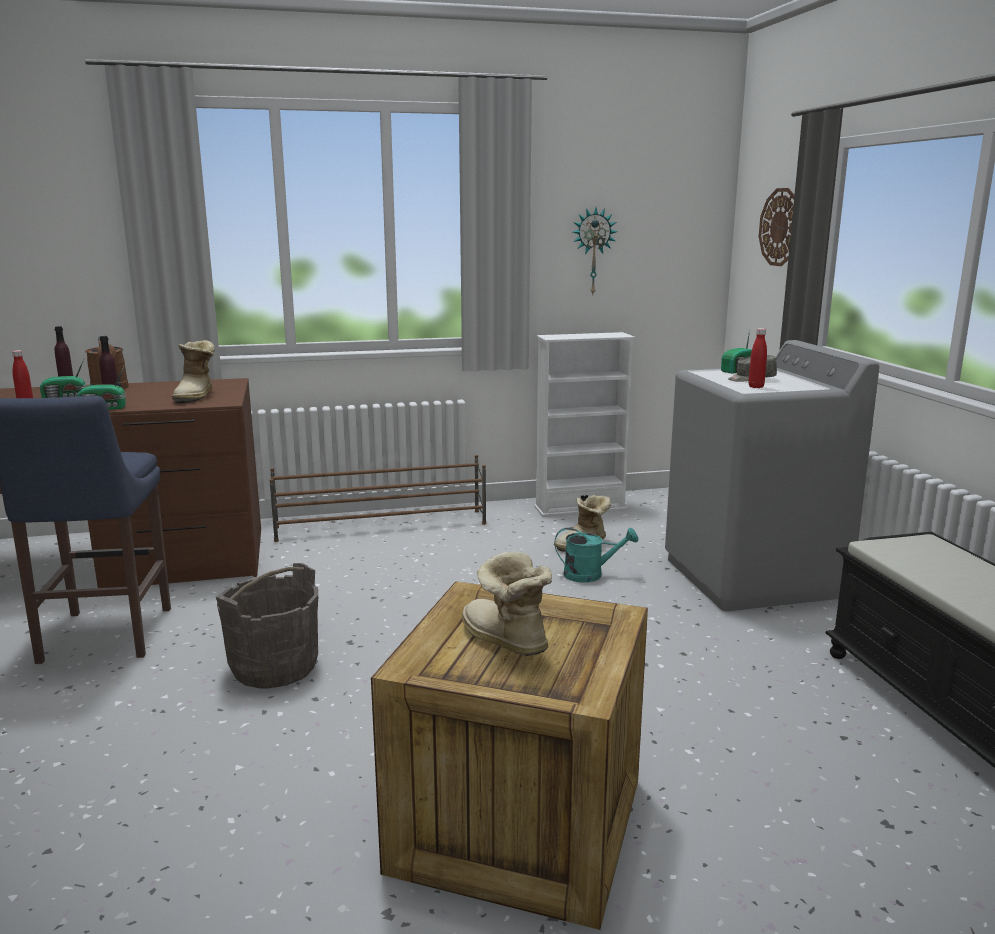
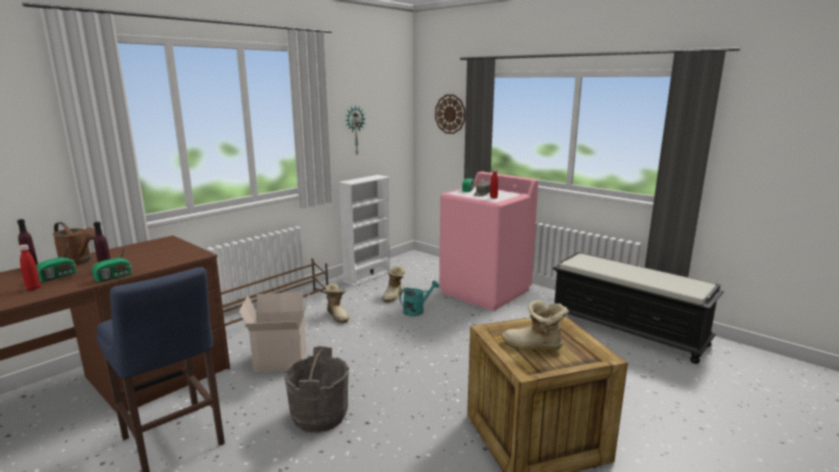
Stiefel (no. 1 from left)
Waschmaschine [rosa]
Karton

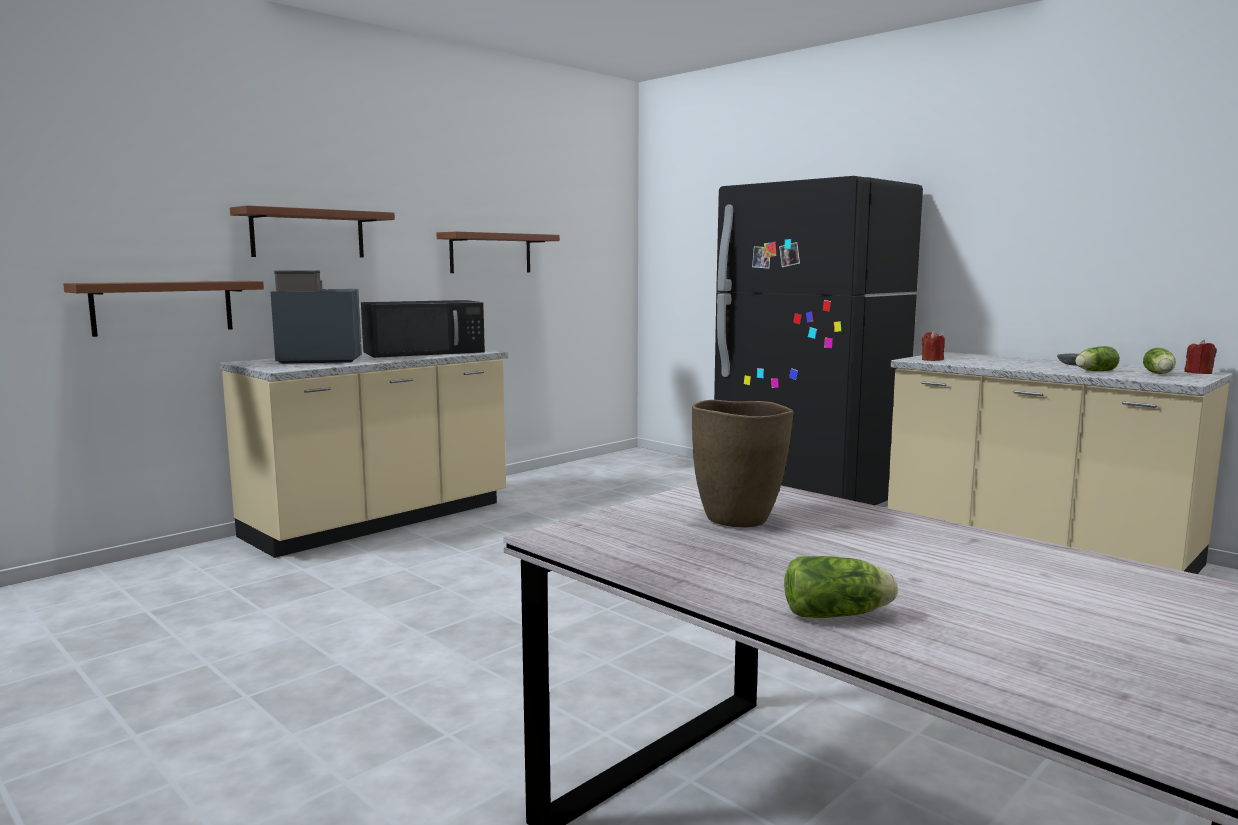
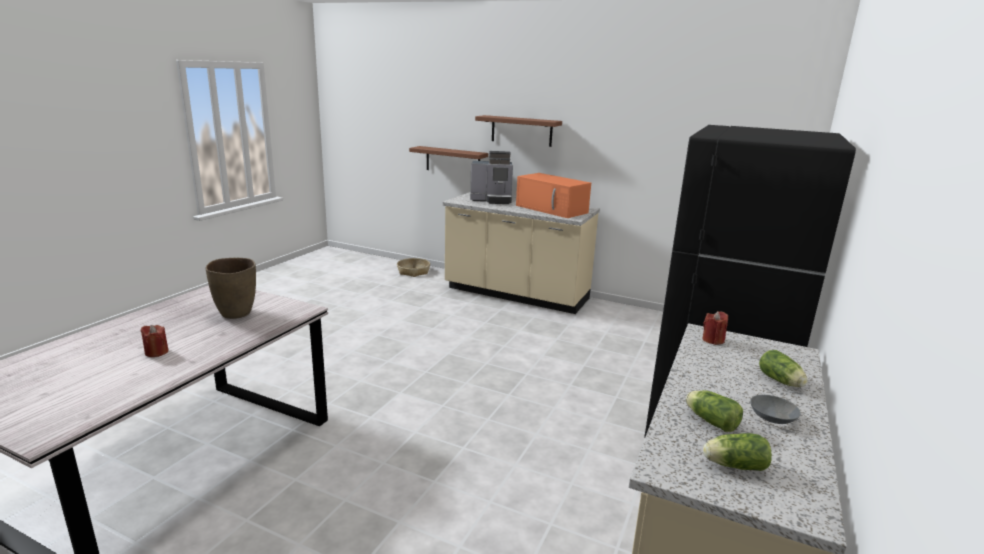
Wandregal [braun] (no. 3 from left in the first image)
Kaffeemaschine
Mikrowelle [orange]
Kerze [rot] (no. 1 from left)
Salatkopf (no. 3 from left)
Korb

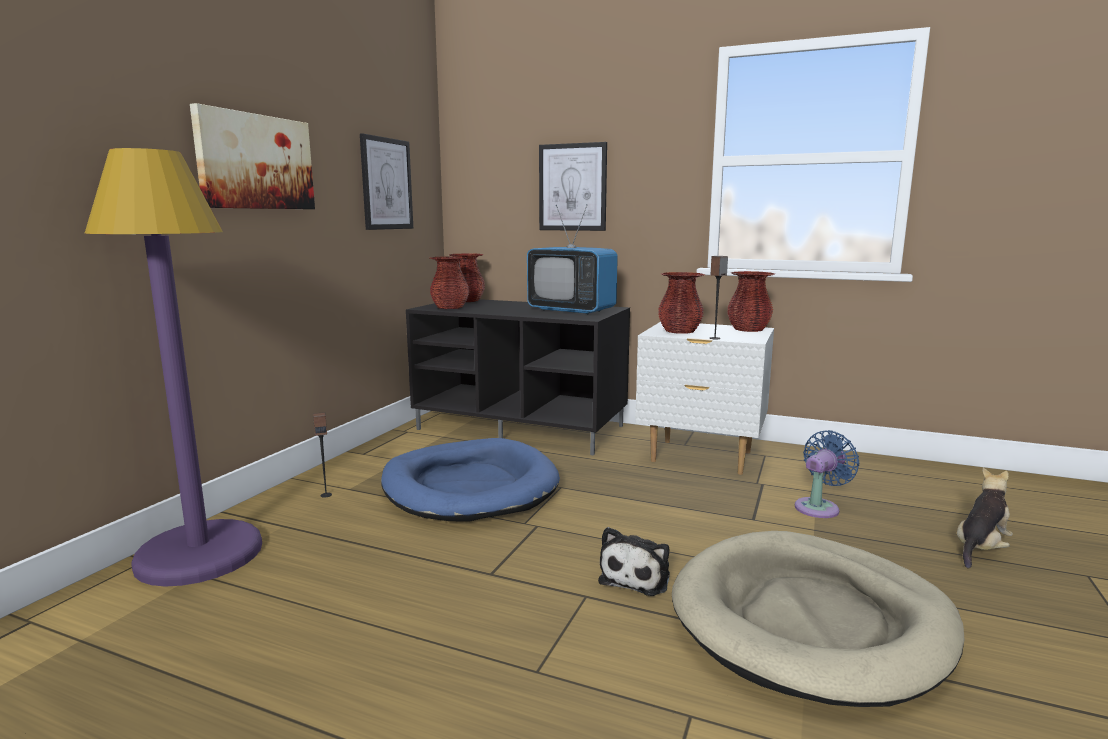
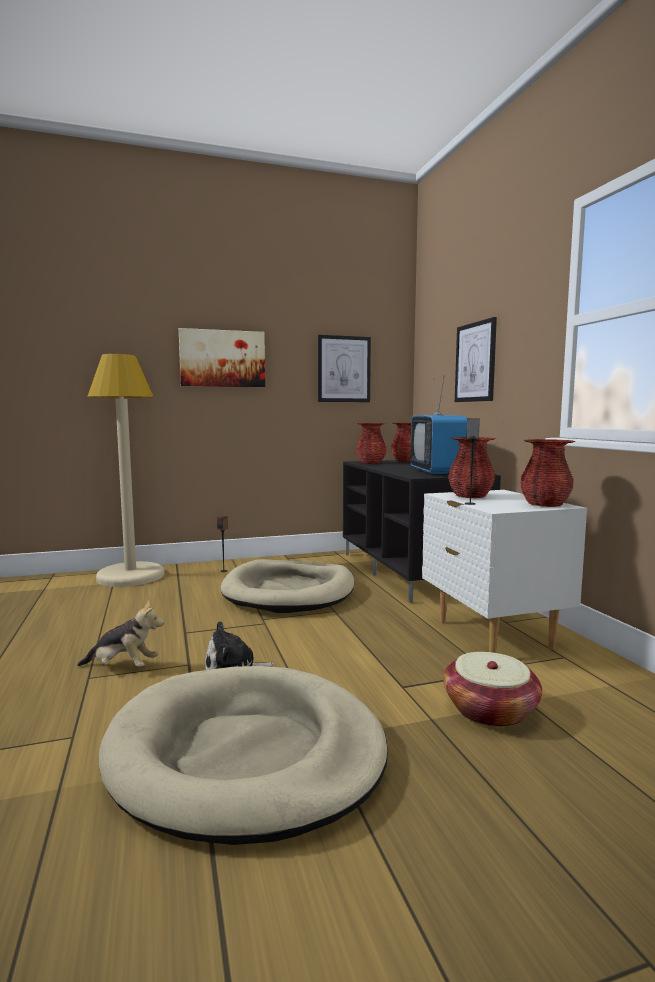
Stehlampe [beige]
Korb
Hundebett [beige] (no. 2 from left)
Plüschtier (no. 1 from left)

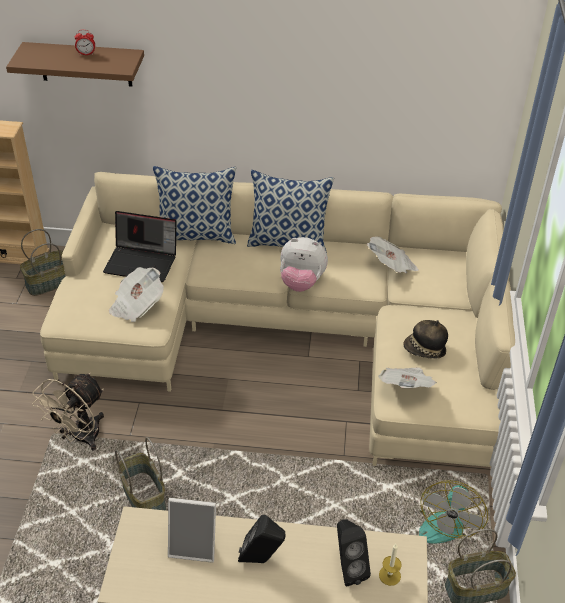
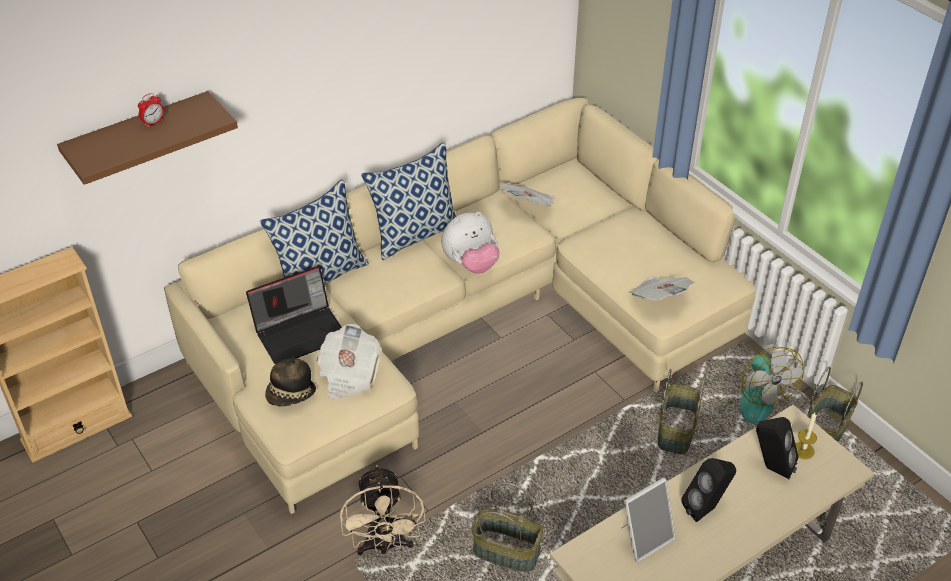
Korb (no. 2 from left)
Hut

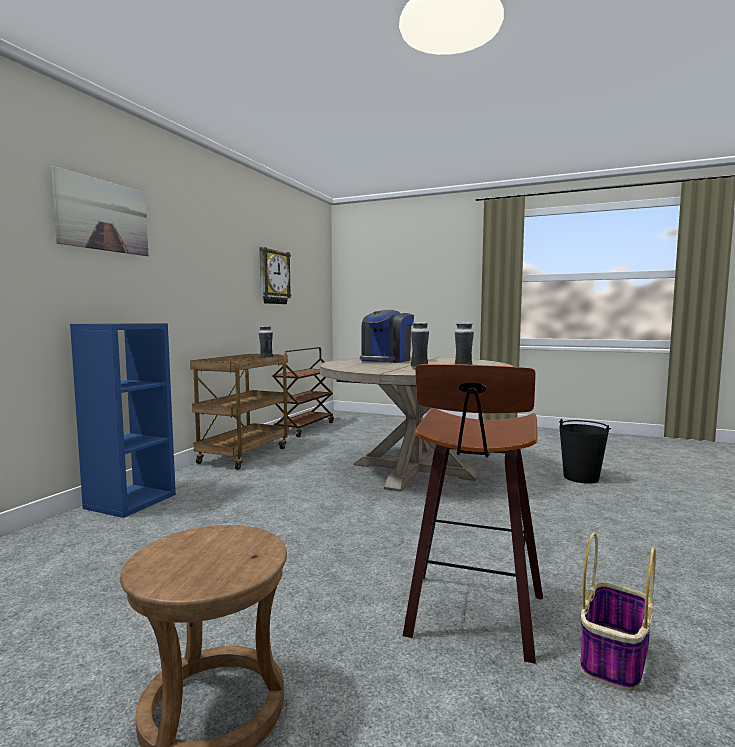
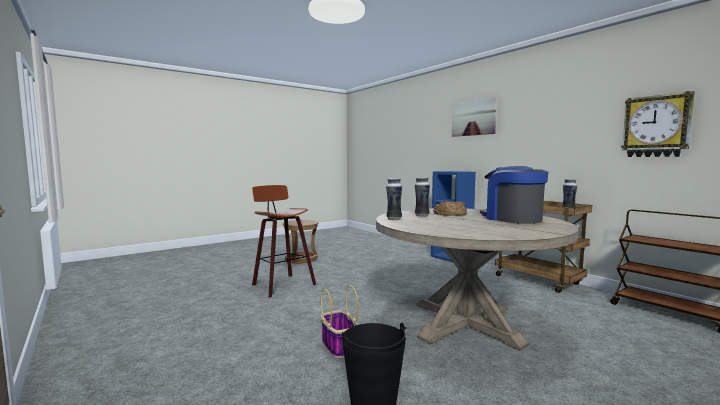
Korb
Brot

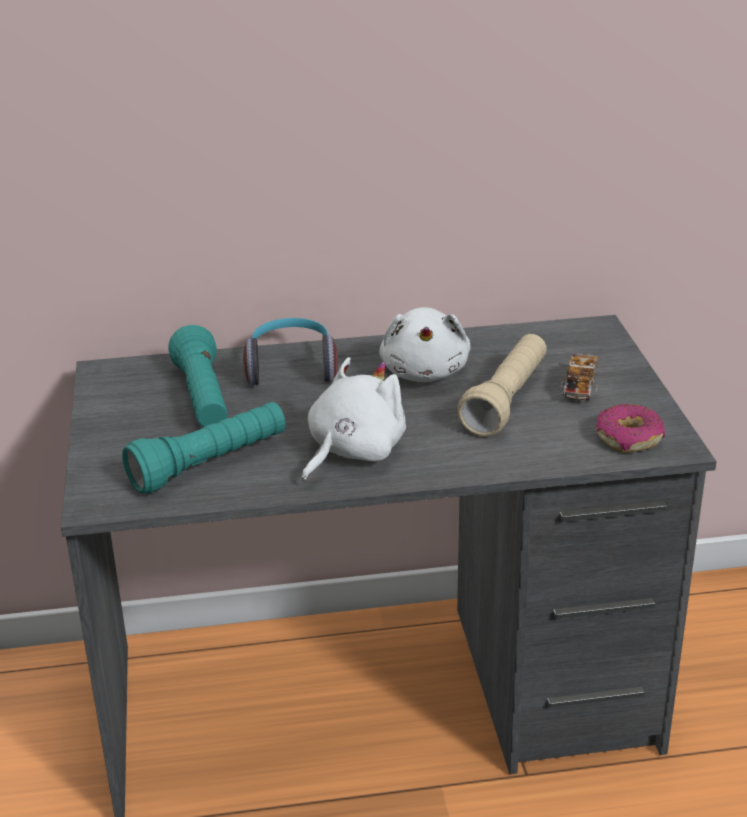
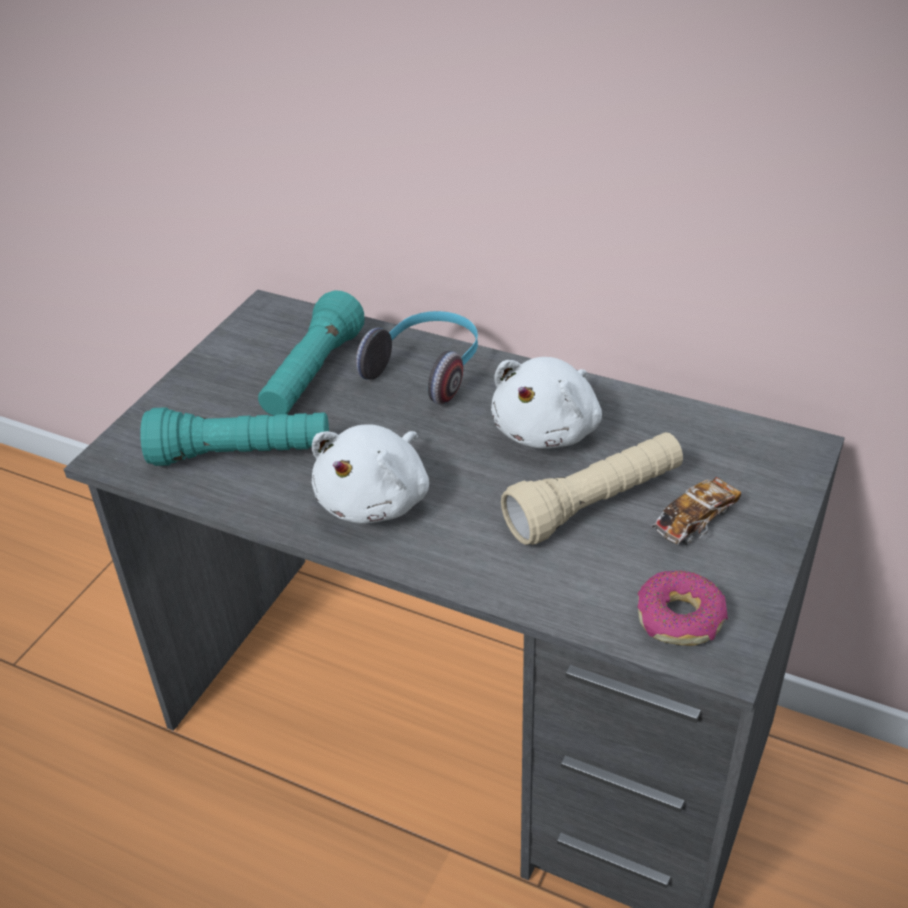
Plüschtier [weiß] (no. 1 from left)

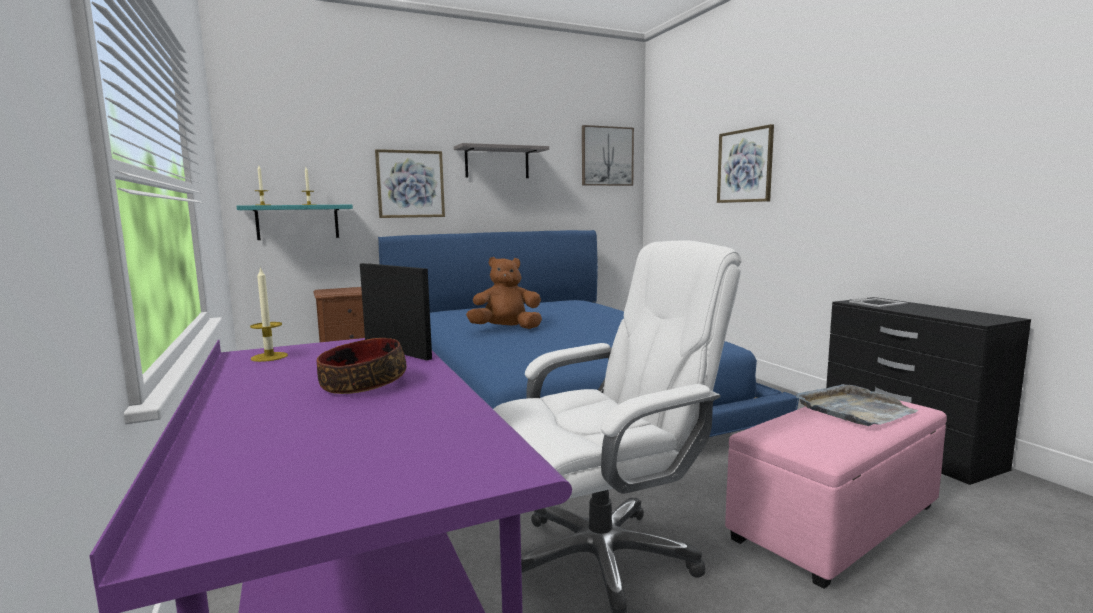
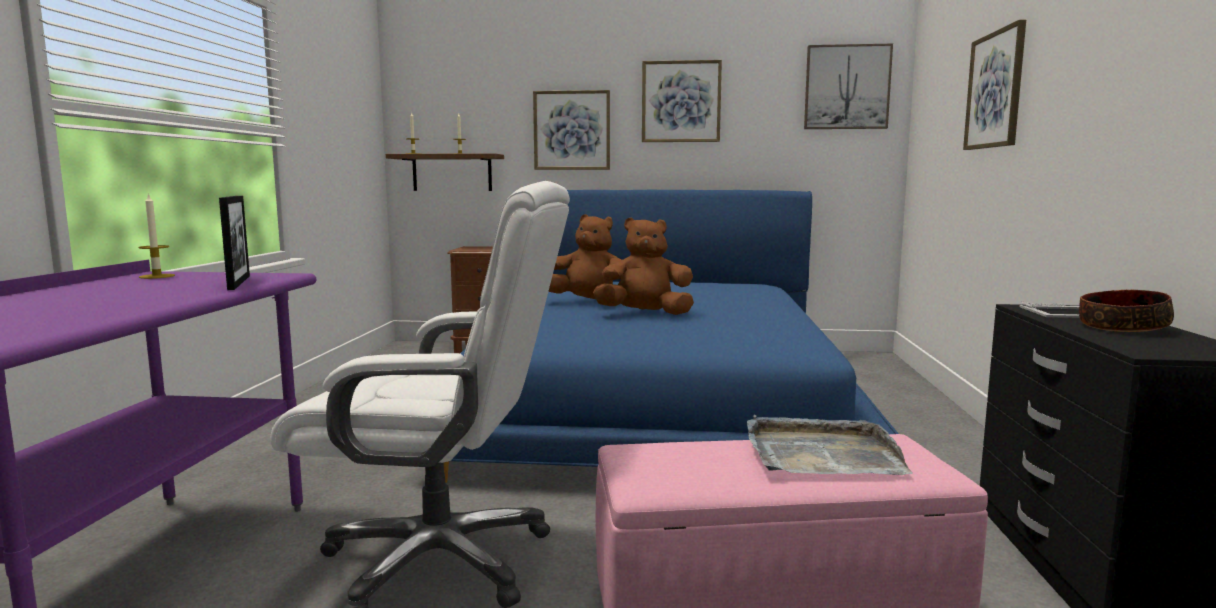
Bild (no. 2 from left)
Wandregal [braun]
Schüssel
Plüschtier [braun] (no. 2 from left)

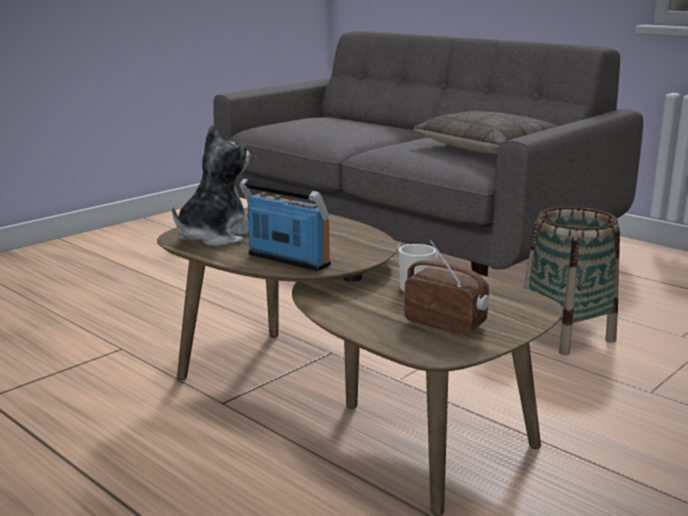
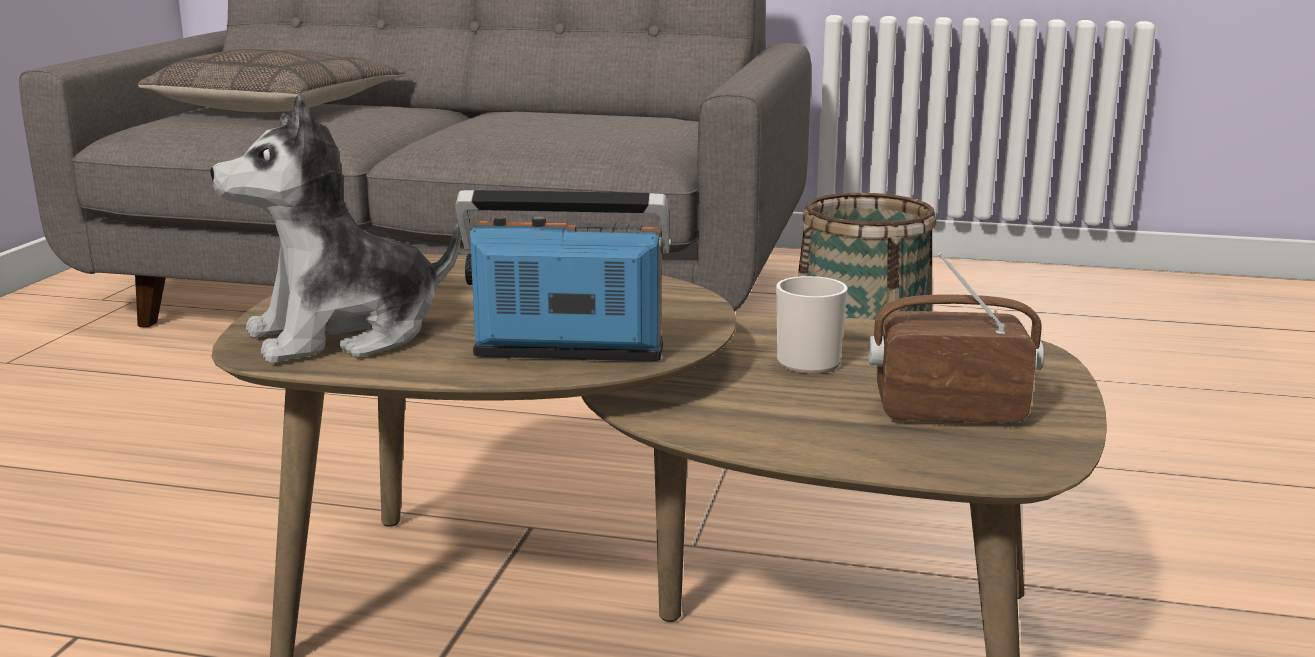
Kissen
Plüschtier

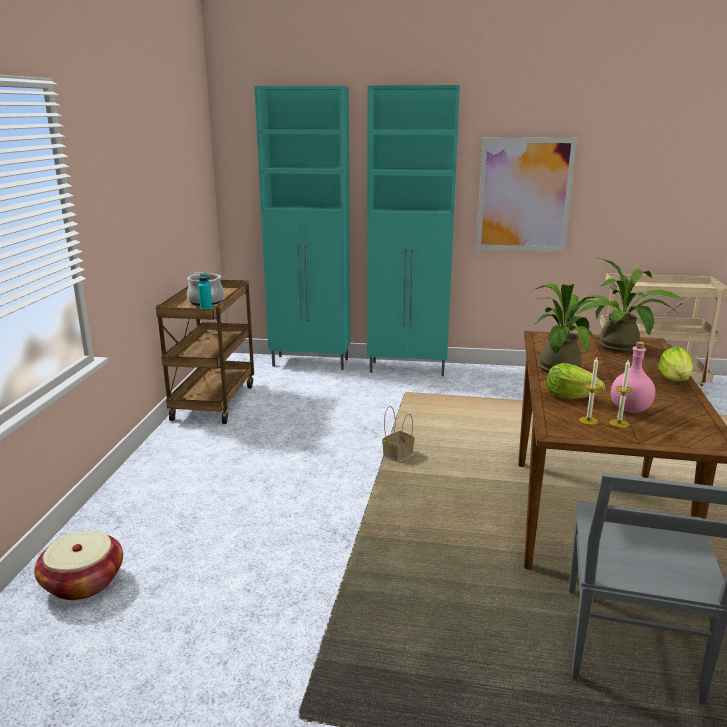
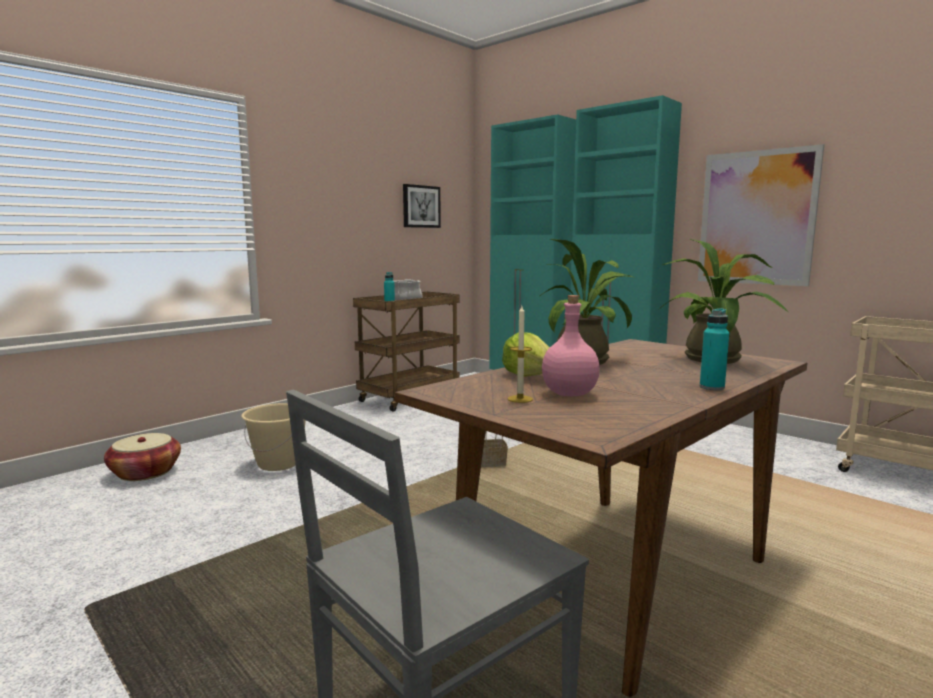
Flasche [türkis] (no. 2 from left)
Kerze (no. 1 from left in the first image)
Bild (no. 1 from left)
Eimer [beige]

